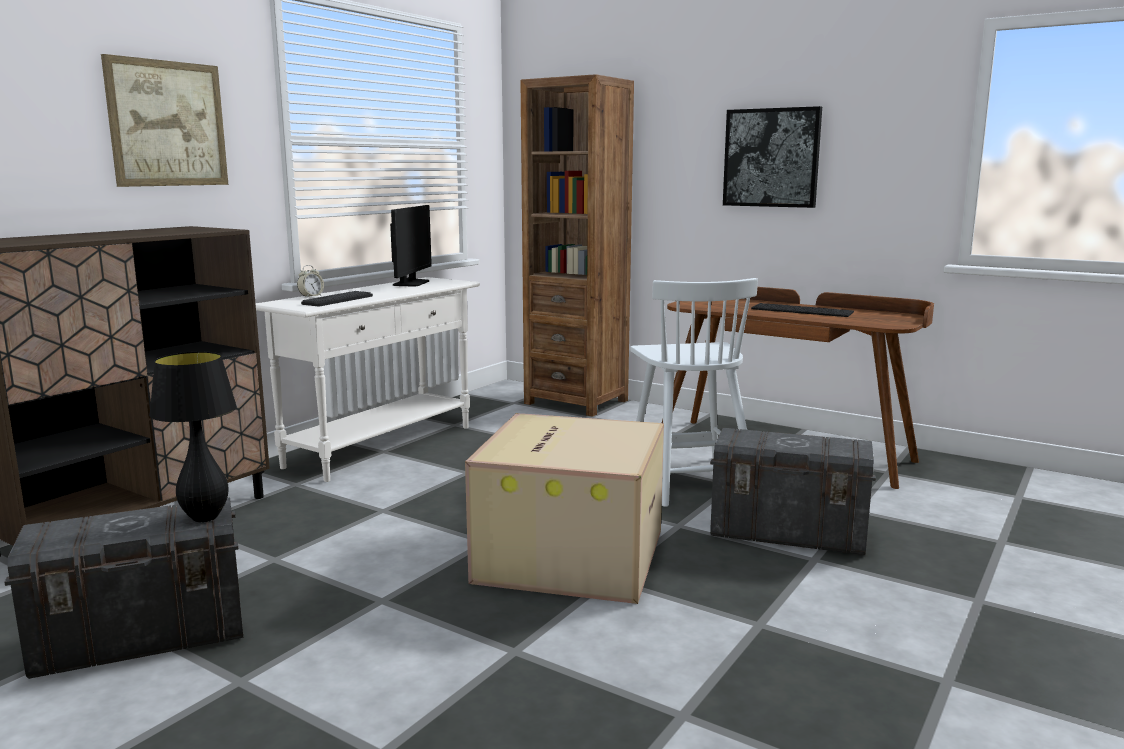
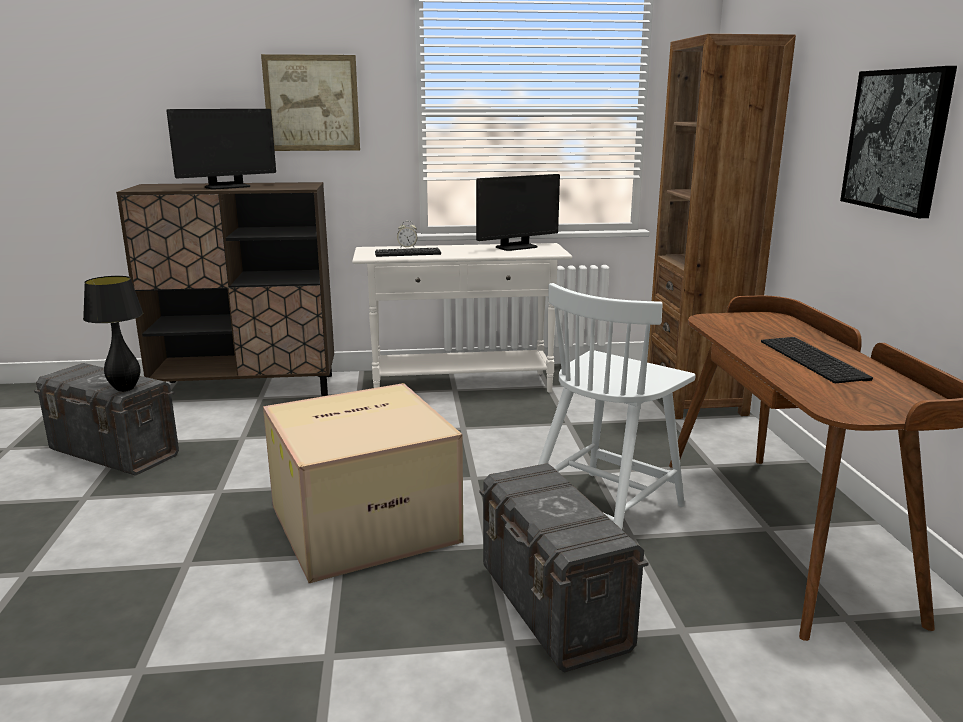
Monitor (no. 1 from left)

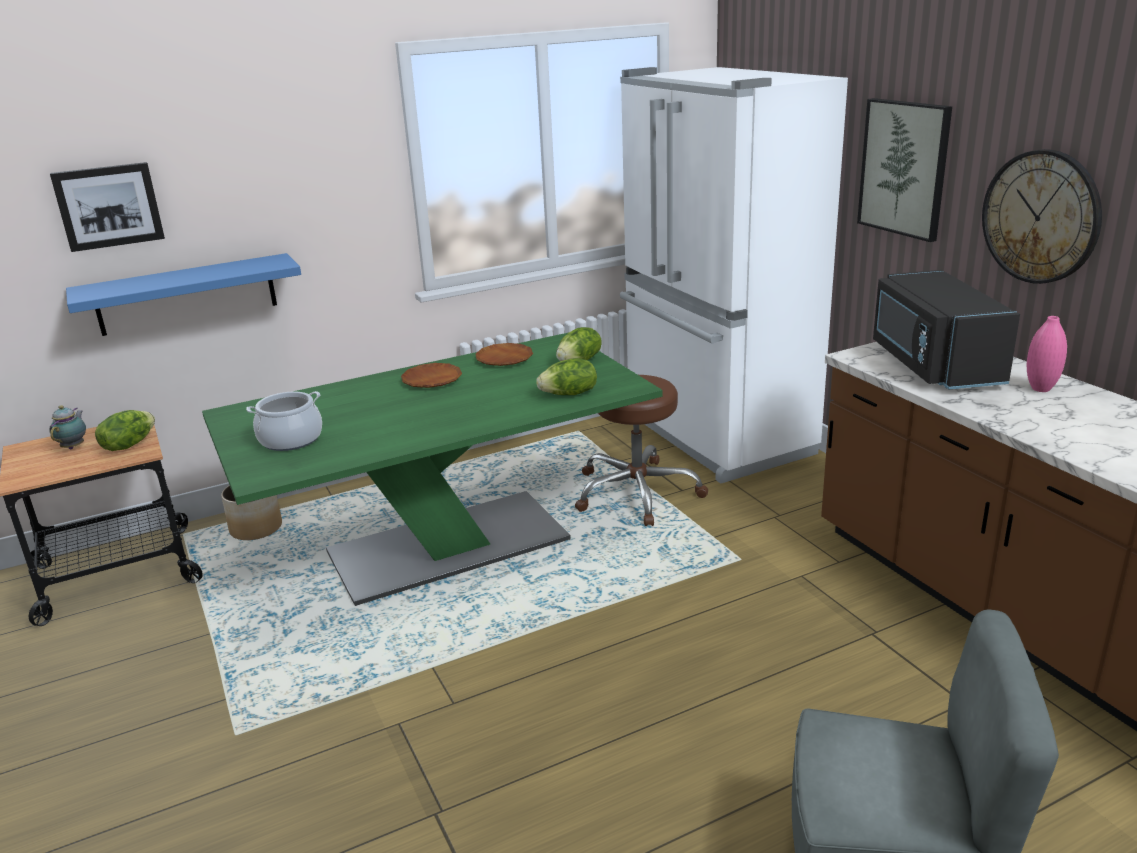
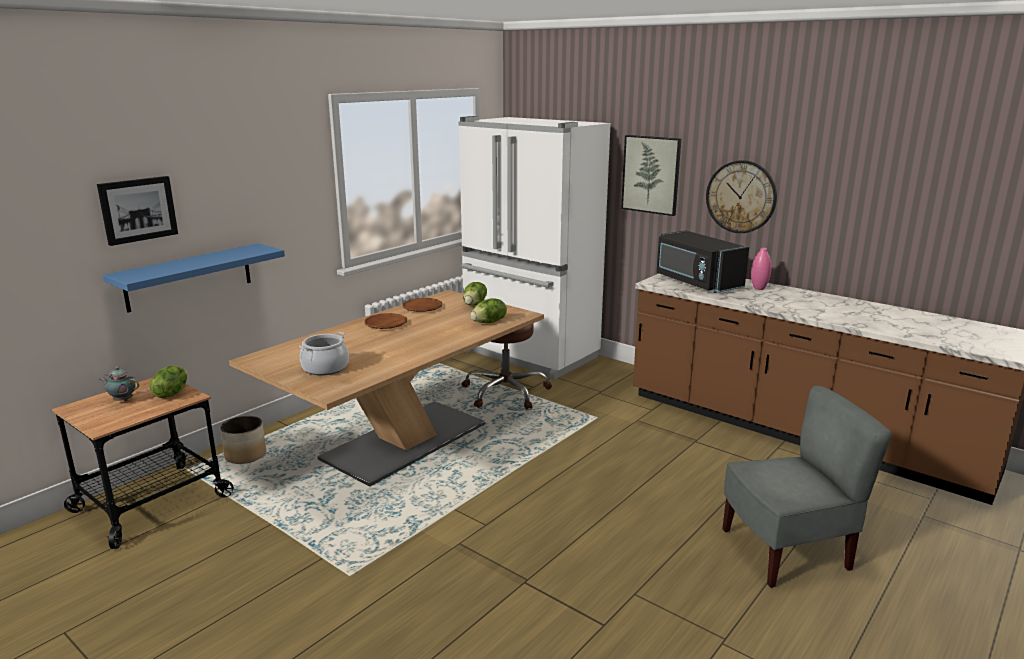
Esstisch [beige]
Teekanne

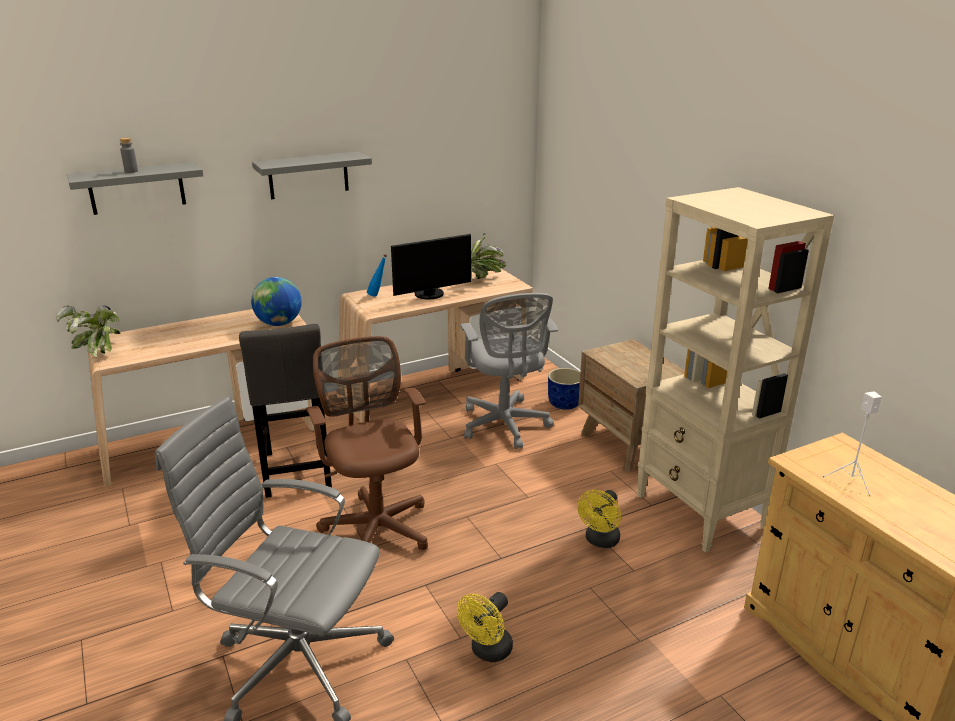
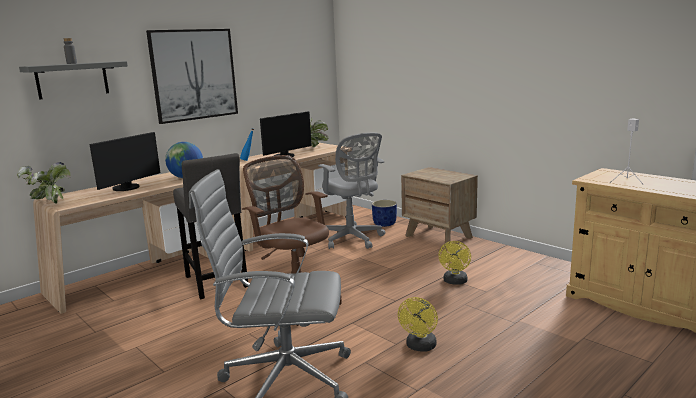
Bild
Bücherregal [beige]
Monitor (no. 1 from left)

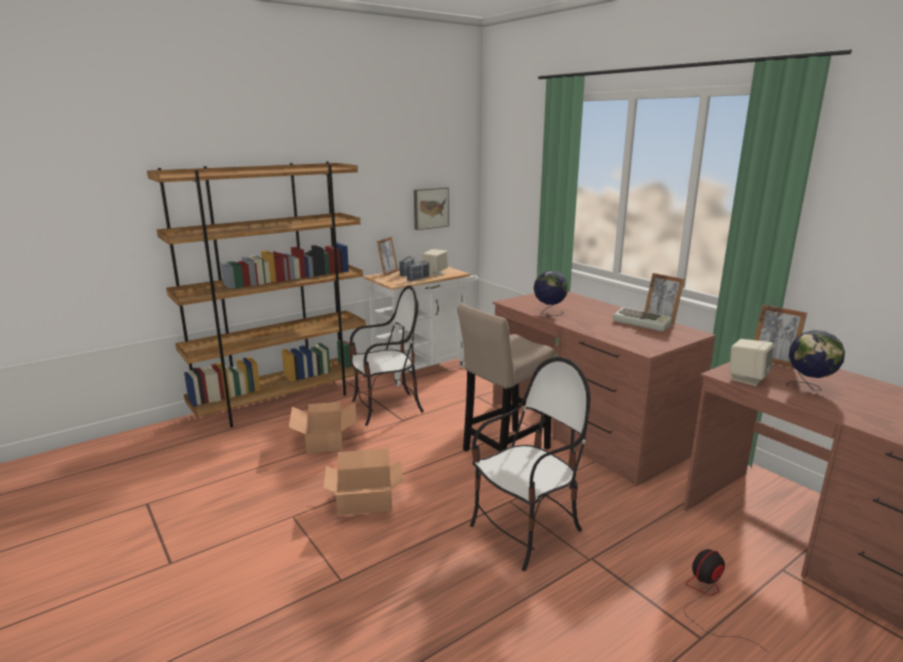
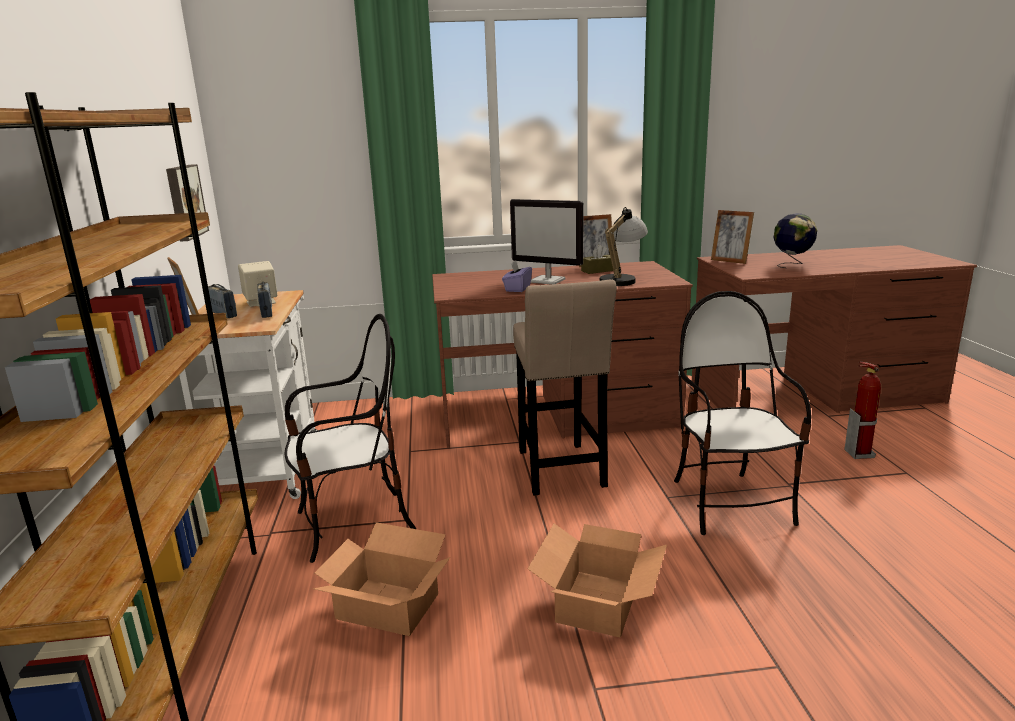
Taschentuchbox [lila]
Stuhl (no. 1 from left)
Bilderrahmen (no. 3 from left)
Taschentuchbox [braun]
Lautsprecher [beige] (no. 2 from left in the first image)
Feuerlöscher
Monitor
Tischlampe

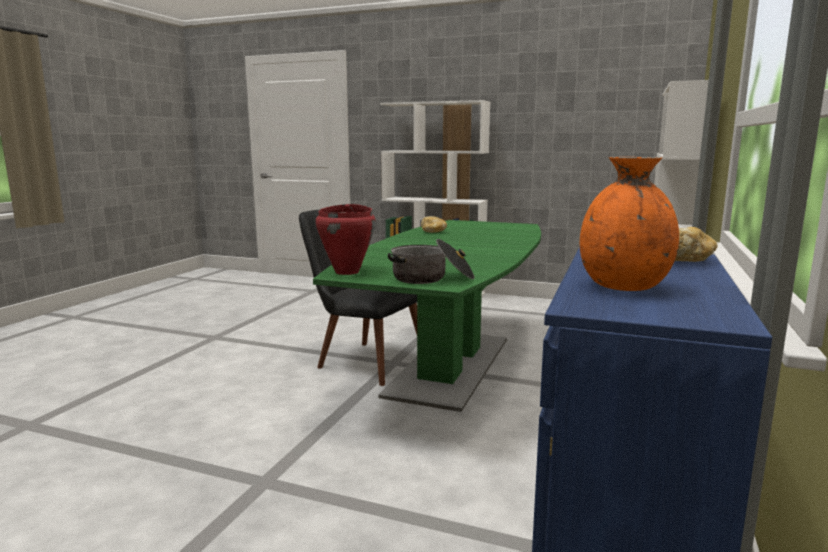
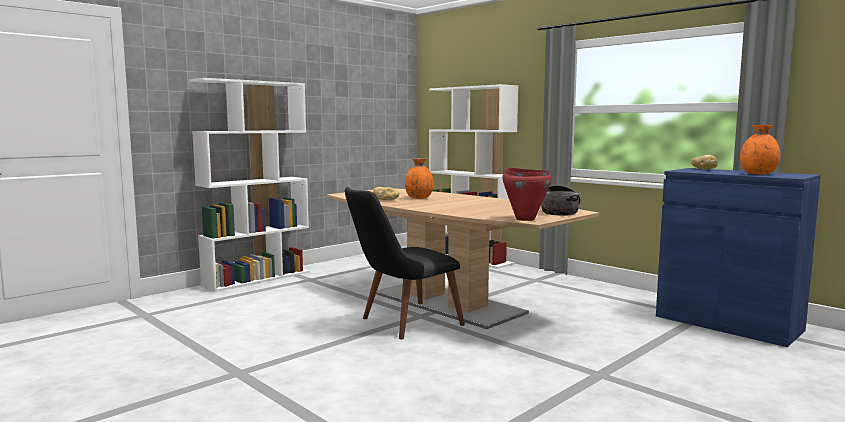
Esstisch [braun]
Vase [orange] (no. 1 from left)

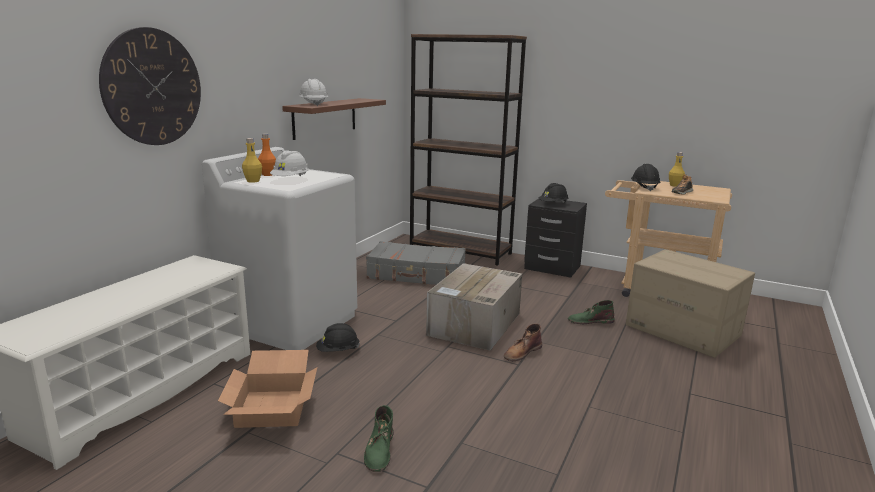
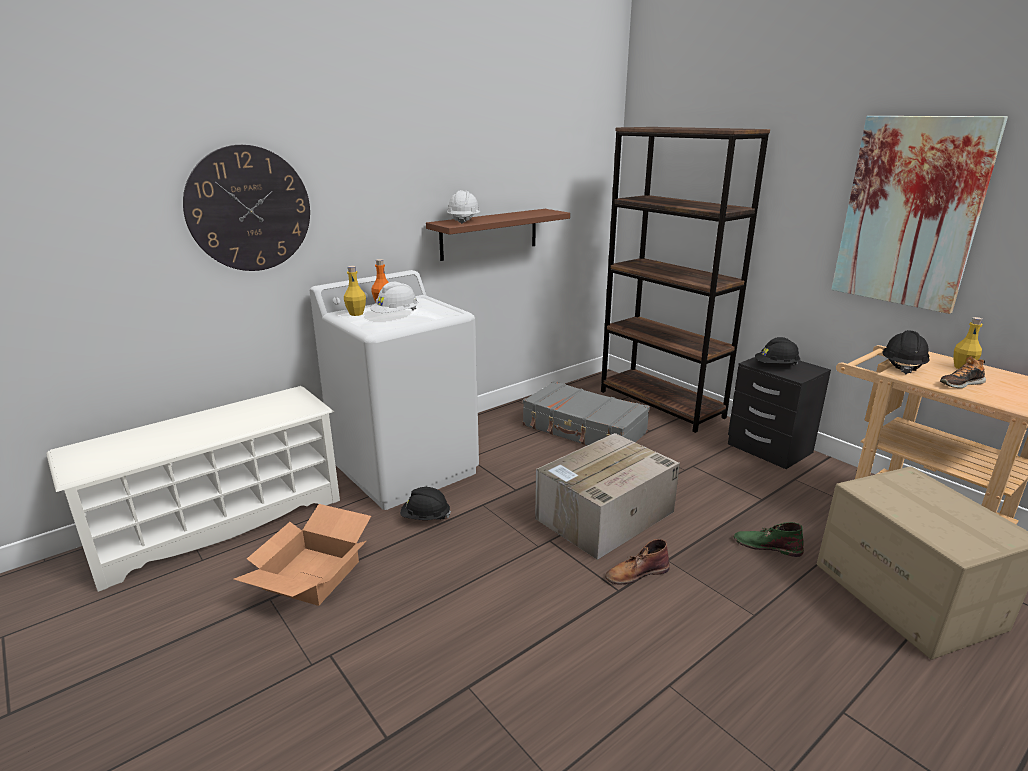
Stiefel [grün] (no. 1 from left in the first image)
Bild

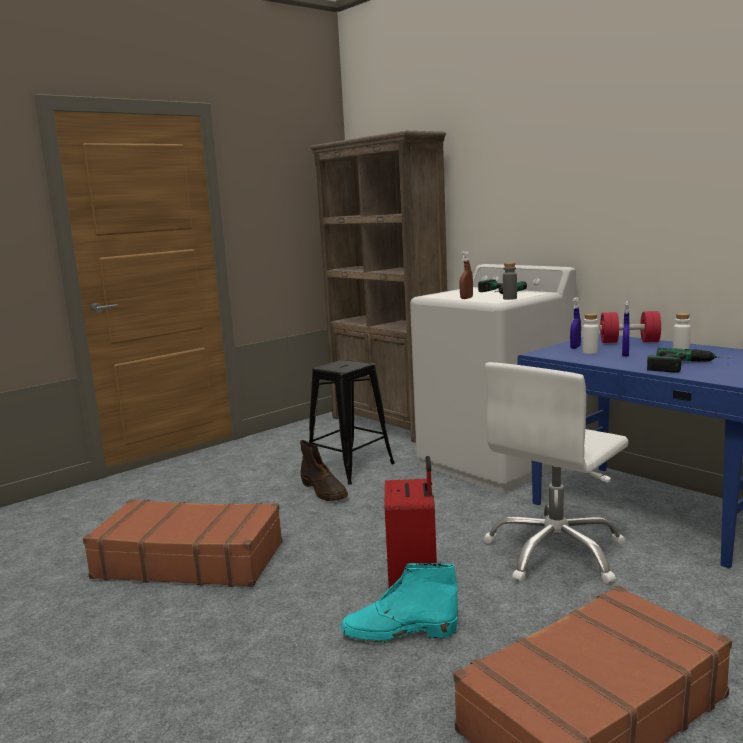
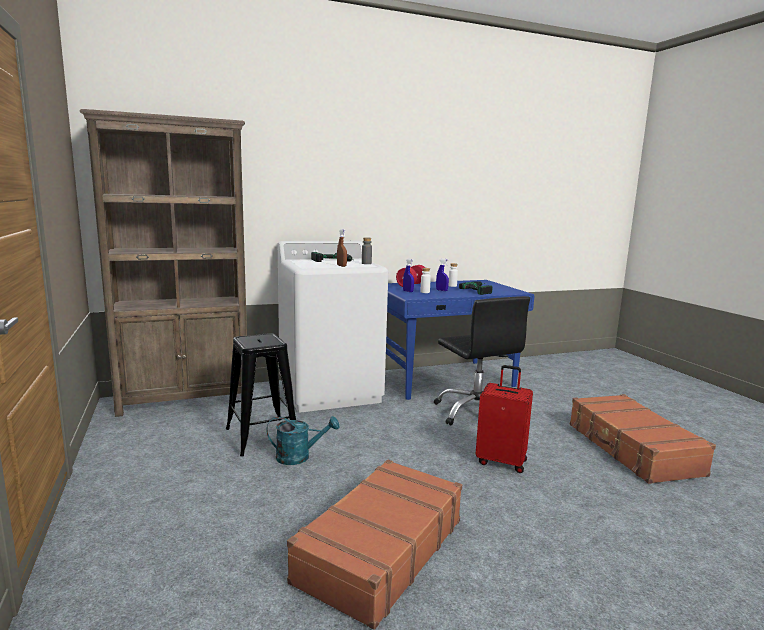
Bürostuhl [schwarz]
Gießkanne [türkis]
Stiefel [türkis]

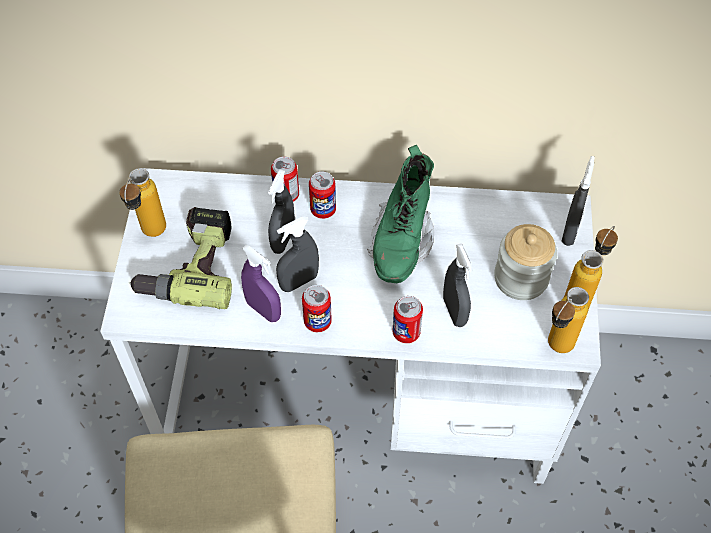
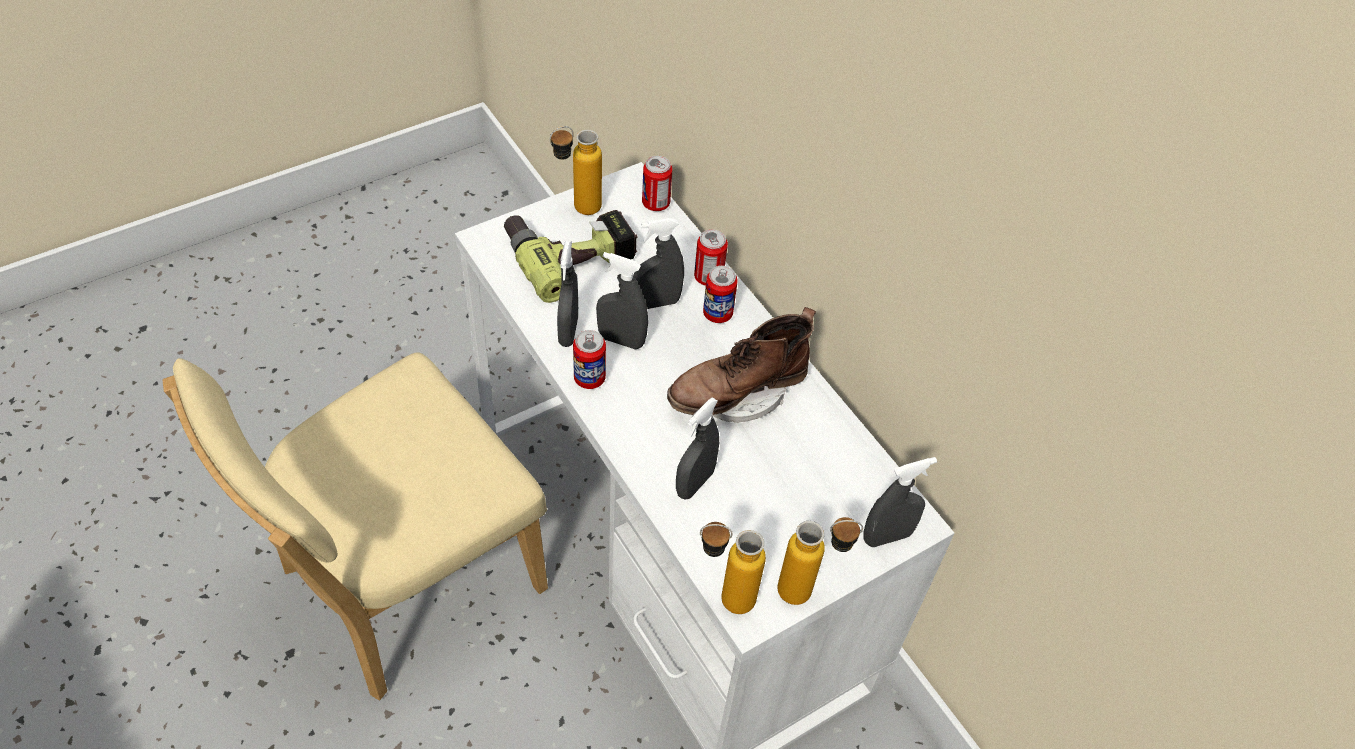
Stiefel [braun]
Vorratsglas
Sprühflasche [grau] (no. 1 from left)
Dose (no. 2 from left)

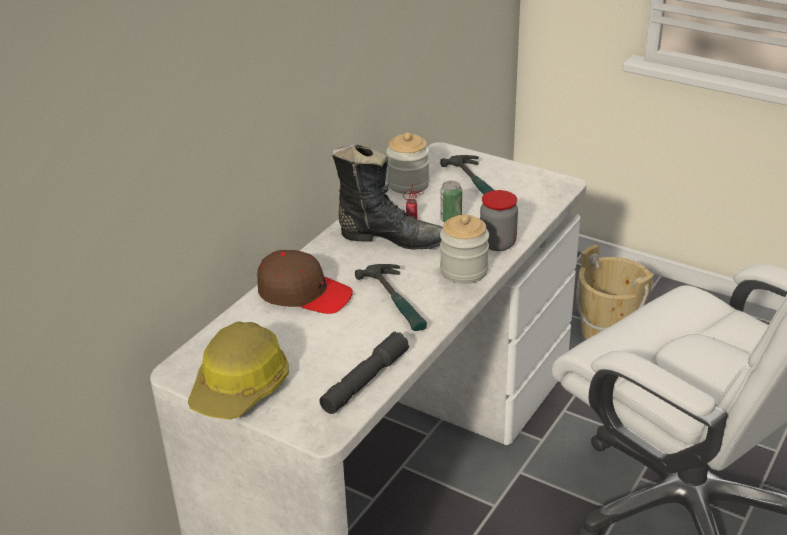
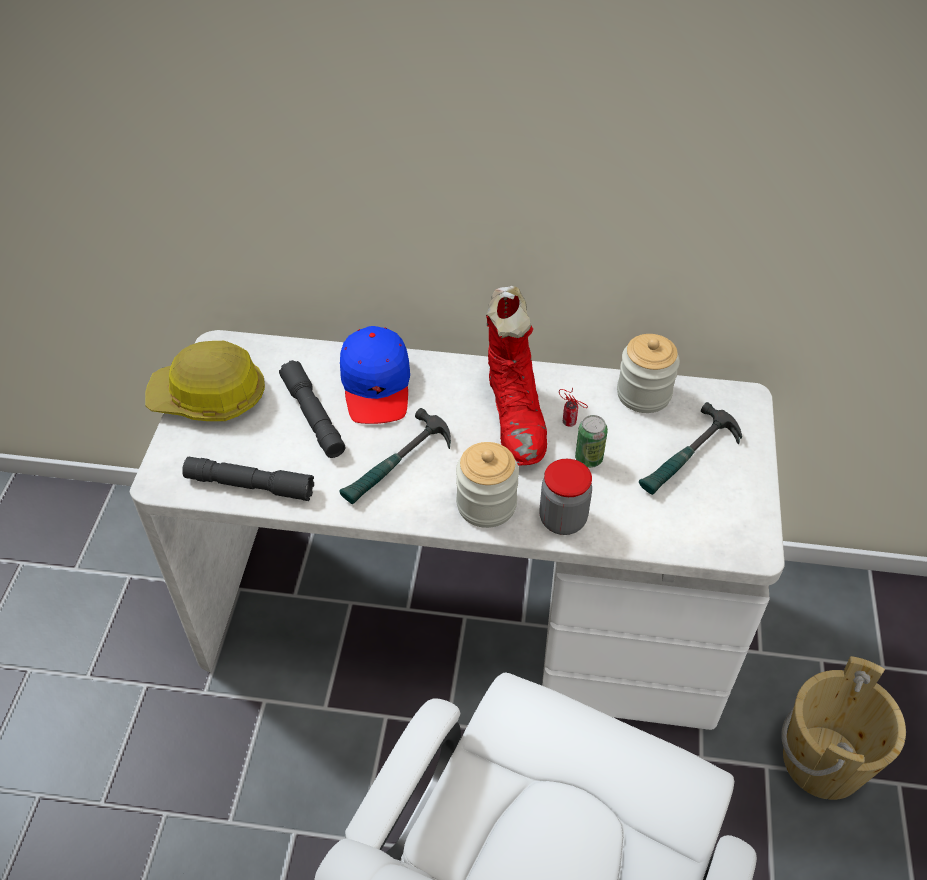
Stiefel [rot]
Kappe [blau]
Taschenlampe [grau] (no. 2 from left)

